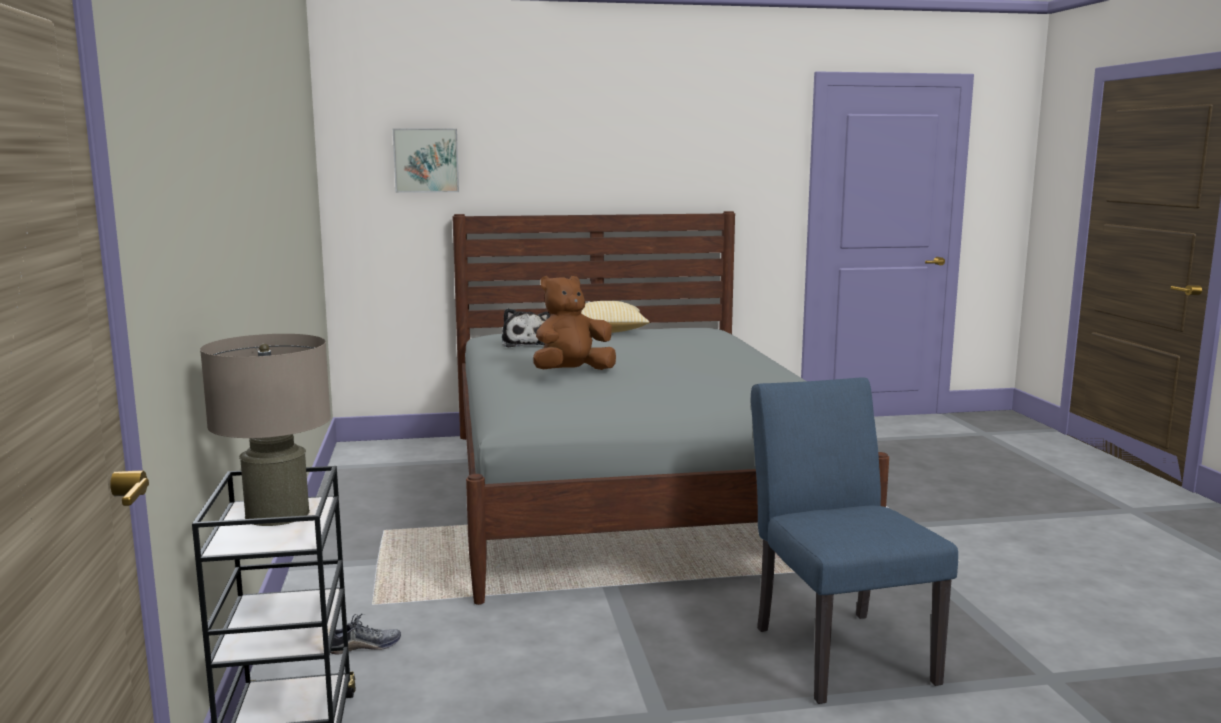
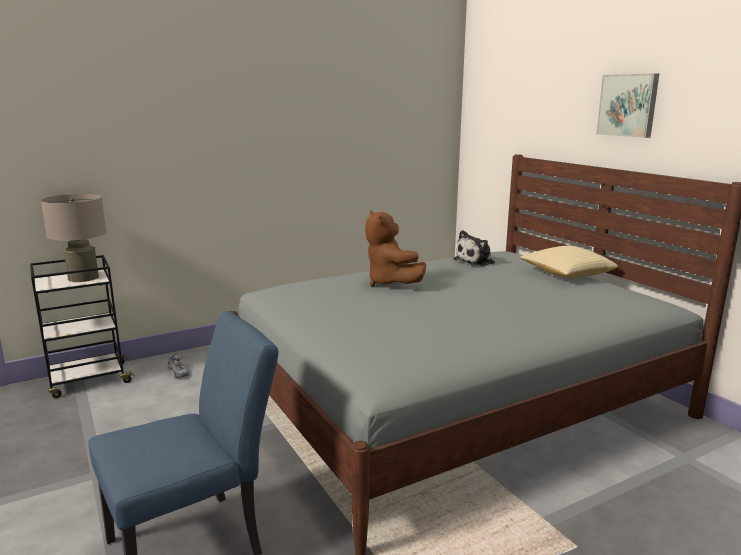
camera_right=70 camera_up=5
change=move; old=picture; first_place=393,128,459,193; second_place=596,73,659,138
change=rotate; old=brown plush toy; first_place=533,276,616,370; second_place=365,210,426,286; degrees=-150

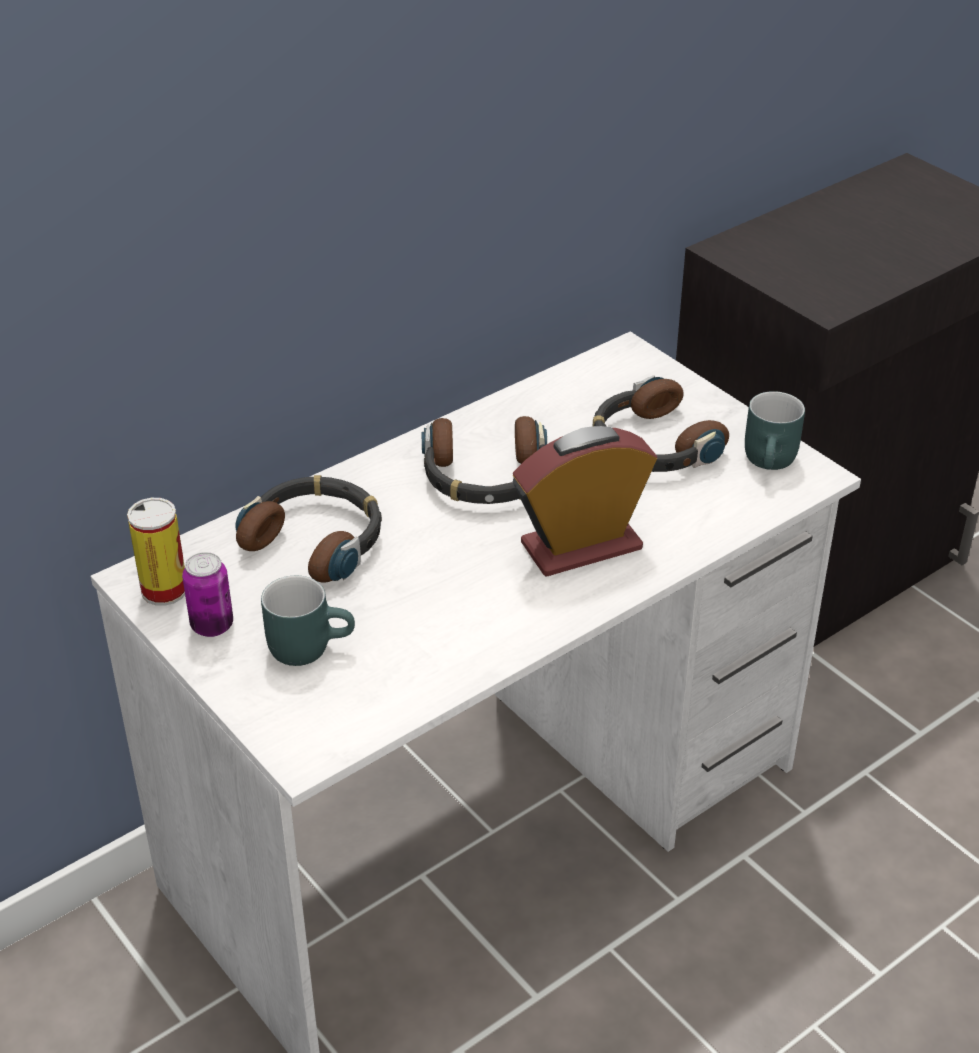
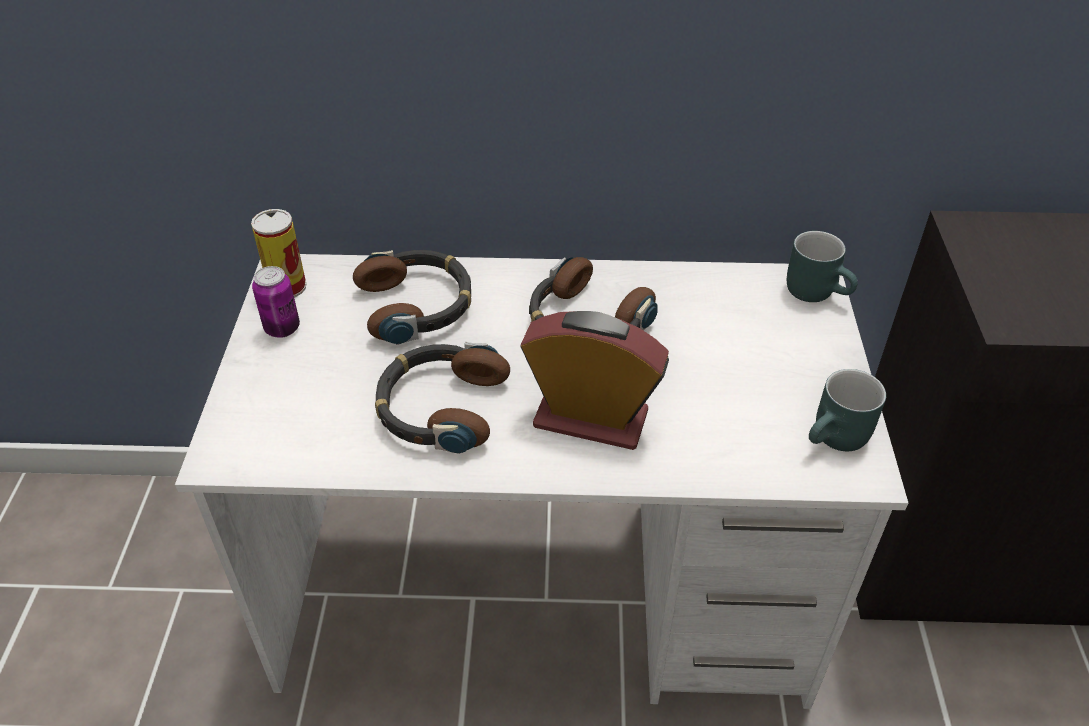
camera_right=40 camera_up=5
change=move; old=turquoise mug; first_place=261,575,355,666; second_place=787,231,858,302
change=move; old=headphones; first_place=593,375,729,472; second_place=375,342,510,454

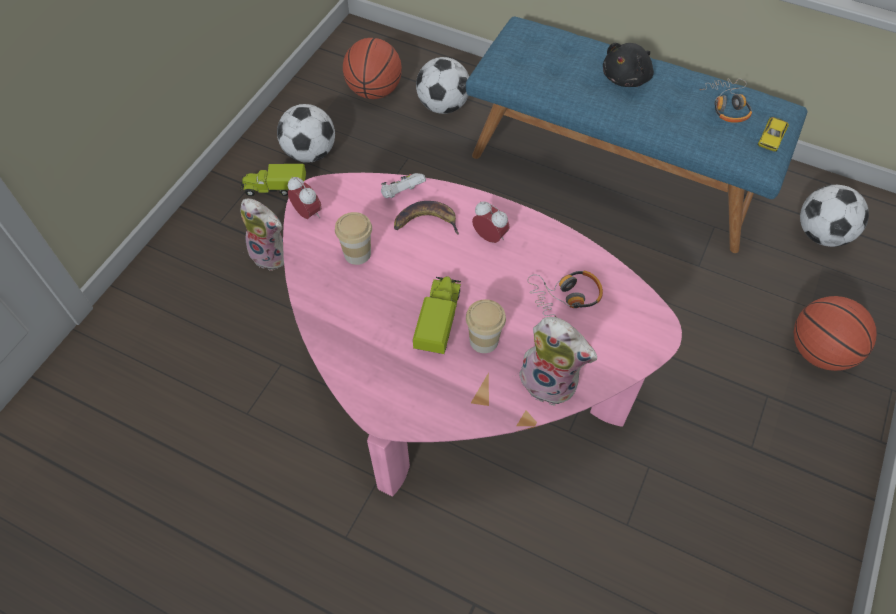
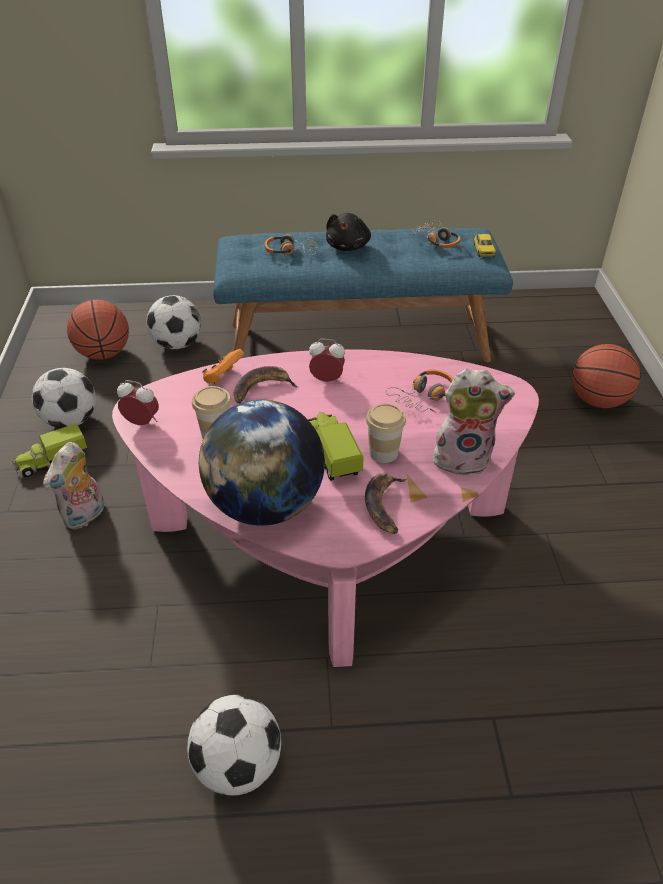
camera_right=-30 camera_up=-15
change=rotate; old=plush toy; first_place=241,198,284,271; second_place=43,442,105,530; degrees=120
change=recolor; old=white game controller; new=orange game controller; first_place=381,173,426,198; second_place=202,349,244,384
change=move; old=football; first_place=800,185,869,247; second_place=187,695,281,796
change=insert; new=globe; second_place=199,400,325,526
change=insert; new=headphones; second_place=265,234,317,255
change=insert; new=banana; second_place=365,473,406,534

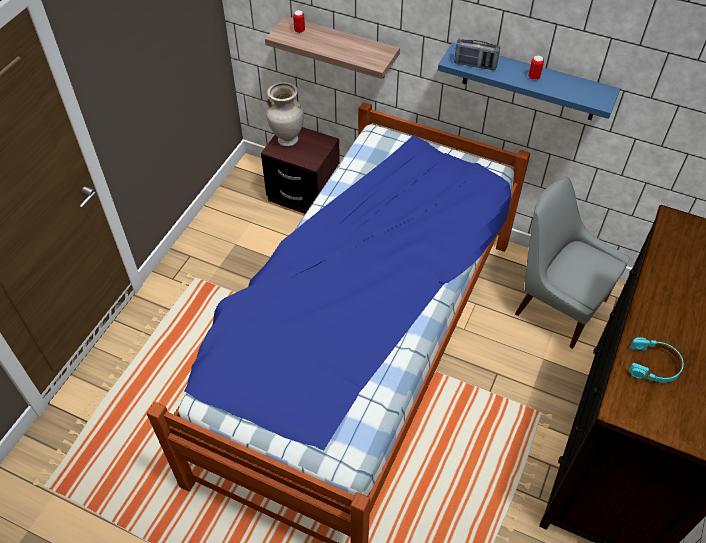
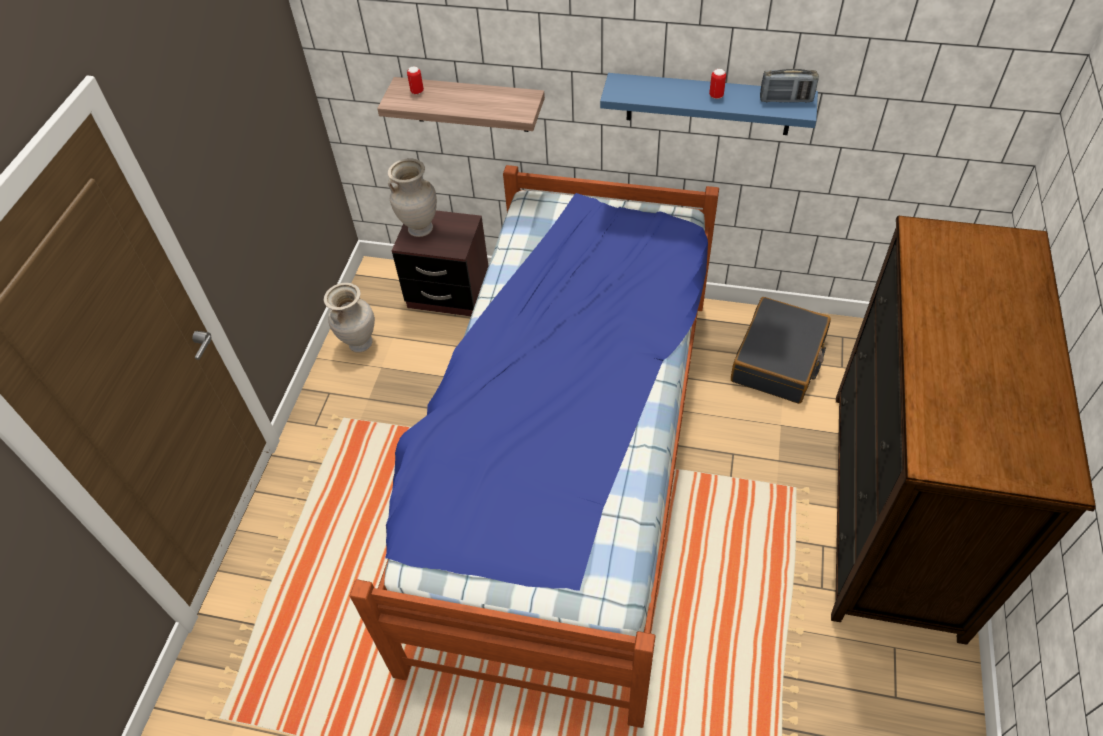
camera_right=-10 camera_up=0
change=move; old=radio; first_place=454,39,500,70; second_place=760,69,819,103
change=replace; old=grey chair; new=black suitcase; first_place=515,176,630,349; second_place=731,297,831,404
change=delete; old=turquoise headphones; first_place=629,337,684,383
change=insert; new=beige vase; second_place=324,283,375,353

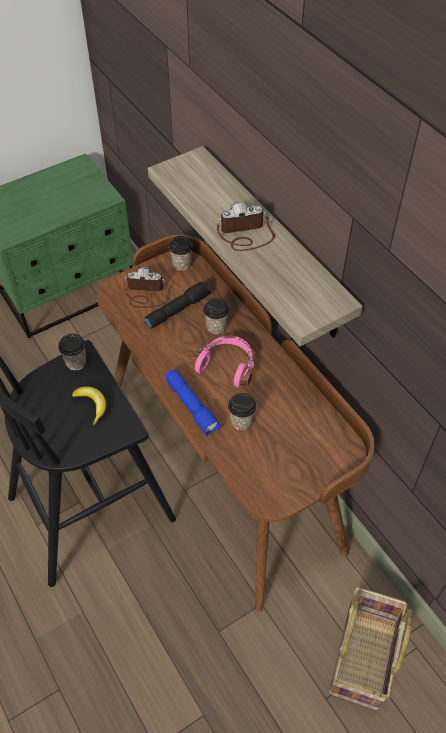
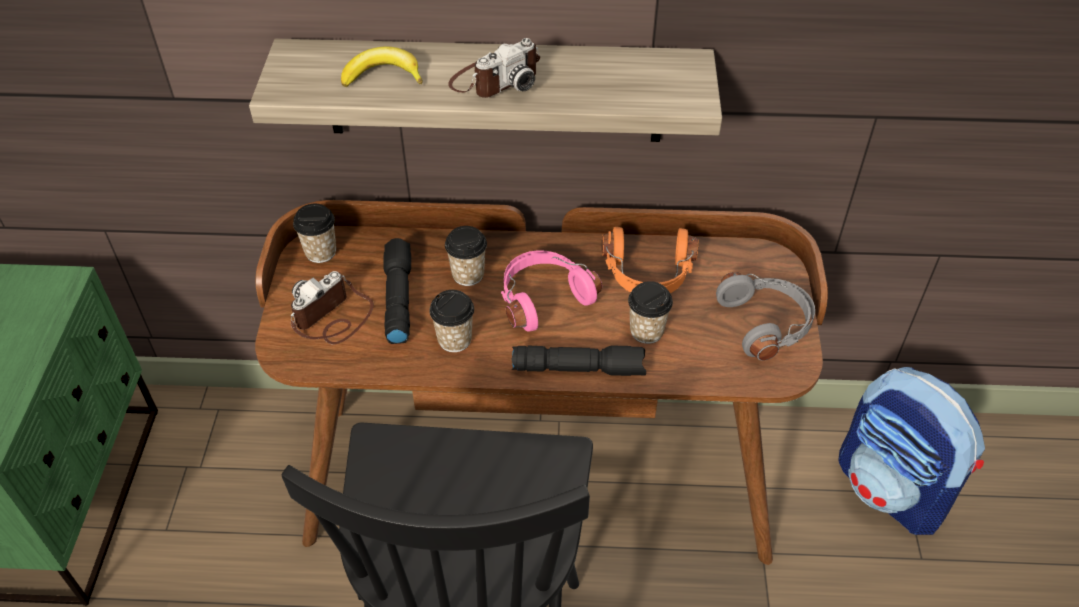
camera_right=-55 camera_up=-5
change=move; old=cup; first_place=58,333,86,370; second_place=429,290,474,352
change=move; old=banana; first_place=72,386,107,425; second_place=341,46,423,87
change=recolor; old=blue flashlight; new=black flashlight; first_place=166,369,221,436; second_place=512,345,646,376
change=rotate; old=photo camera; first_place=217,202,275,251; second_place=448,38,540,98; degrees=-150
change=replace; old=basket; new=backpack; first_place=329,587,413,711; second_place=838,367,985,535
change=insert; new=orange headphones; second_place=602,227,698,293
change=insert; new=grey headphones; second_place=716,272,815,361

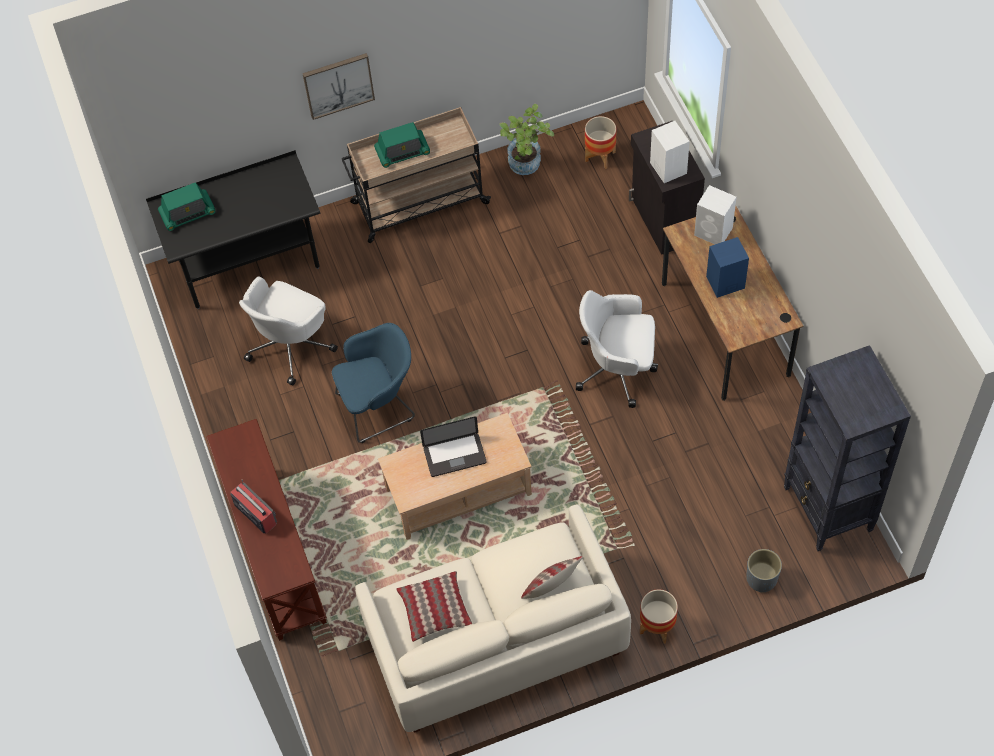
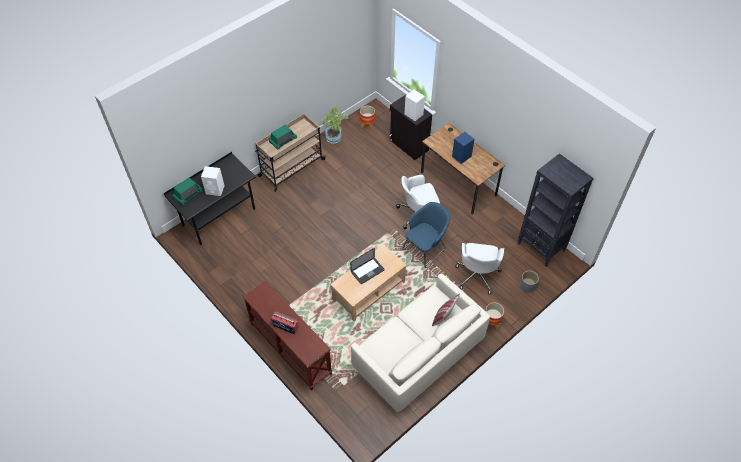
camera_right=-25 camera_up=-5
change=move; old=white office chair; first_place=239,277,338,386; second_place=455,243,504,295
change=delete; old=picture; first_place=302,53,375,120
change=move; old=blue armchair; first_place=332,323,415,443; second_place=402,202,450,268
change=delete; old=pillow; first_place=396,571,472,642
change=move; old=white speaker; first_place=694,185,736,244; second_place=201,166,225,196

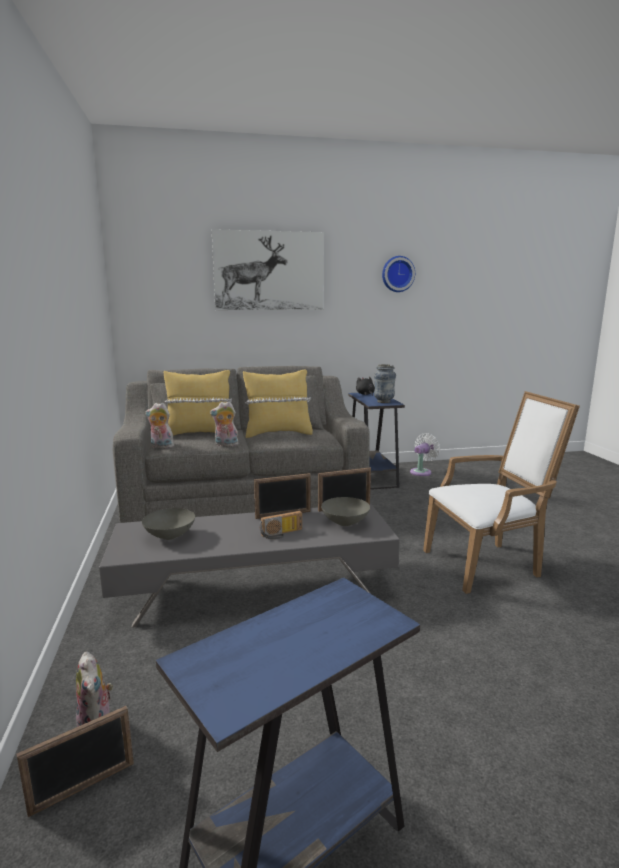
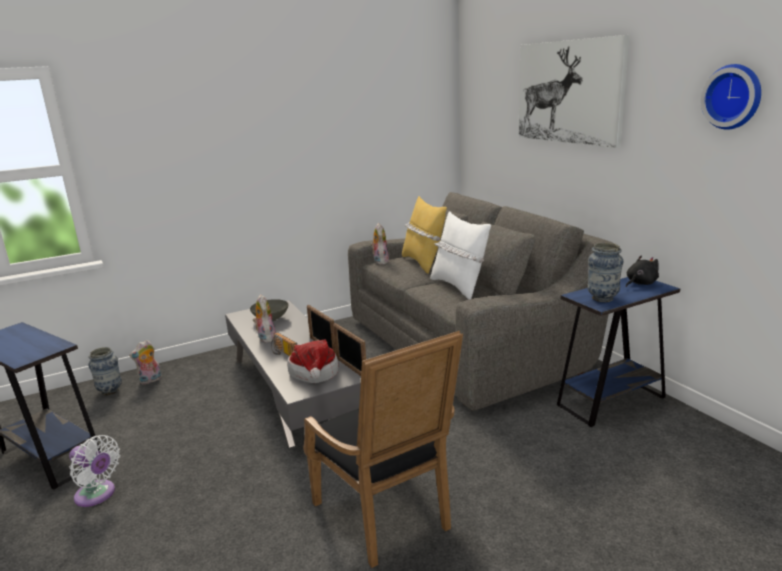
camera_right=75 camera_up=5
change=replace; old=picture frame; new=vase; first_place=16,706,134,817; second_place=88,347,122,395
change=move; old=plush toy; first_place=210,401,238,446; second_place=252,294,276,343
change=recolor; old=yellow pillow; new=white pillow; first_place=243,370,313,438; second_place=430,211,491,300
change=replace; old=grey bowl; new=hat; first_place=321,497,370,526; second_place=287,340,338,383
change=move; old=white fan; first_place=410,433,440,476; second_place=69,435,120,507
change=recolor; old=white armchair; new=black armchair; first_place=423,391,580,594; second_place=303,331,463,568

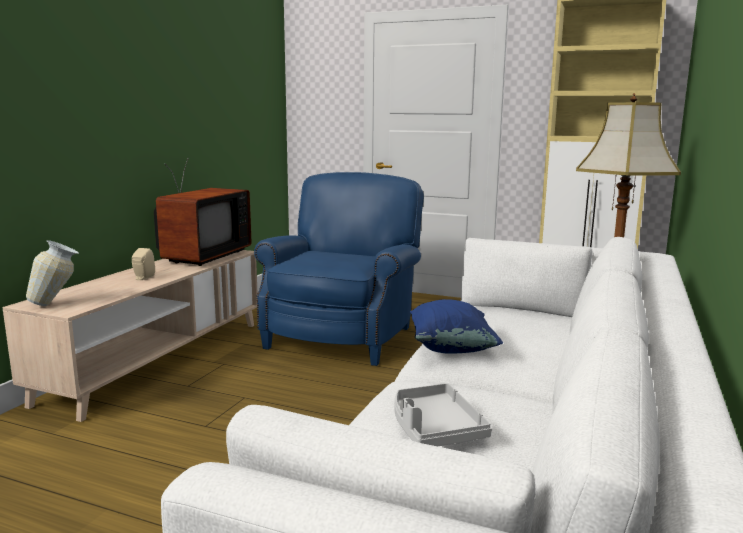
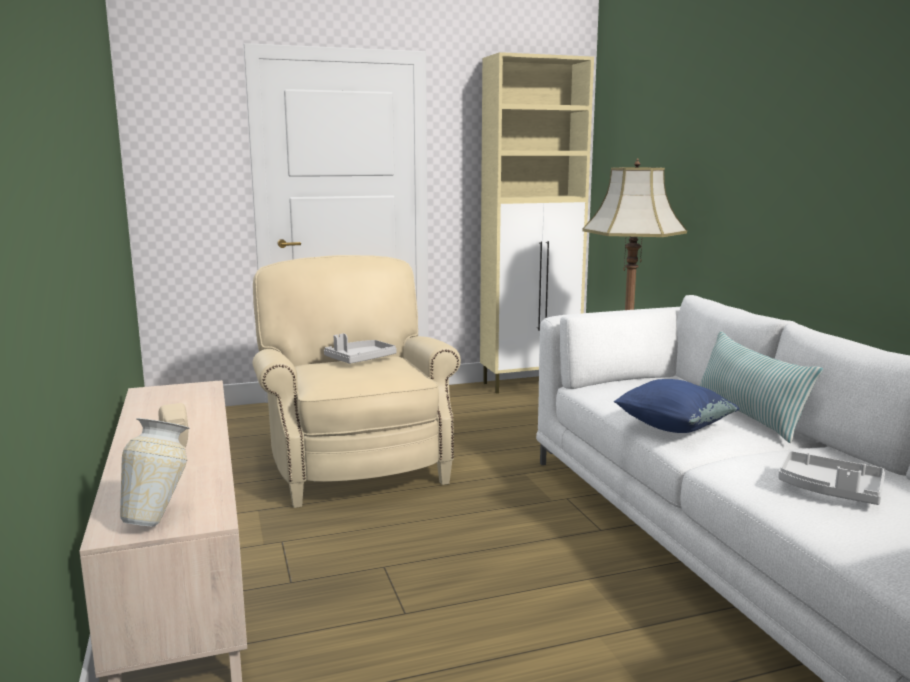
camera_right=-40 camera_up=0
change=delete; old=television; first_place=154,157,251,266
change=recolor; old=blue armchair; new=beige armchair; first_place=254,172,424,366; second_place=252,255,461,508
change=insert; new=grey tray; second_place=324,333,397,364
change=insert; new=pillow; second_place=700,331,823,443

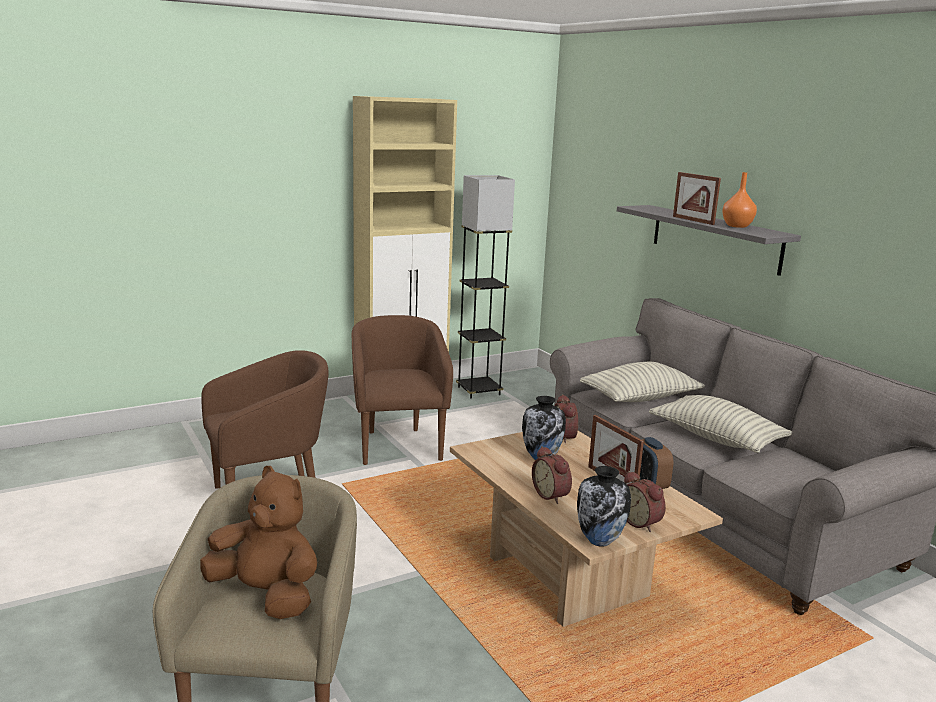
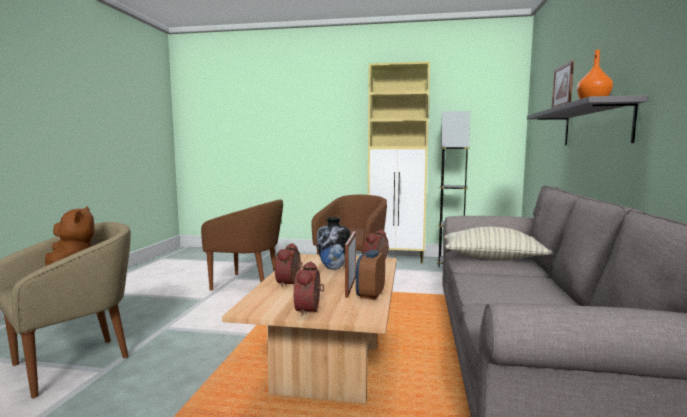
camera_right=40 camera_up=-10
change=delete; old=vase; first_place=577,466,631,546
change=delete; old=pillow; first_place=649,395,793,453

